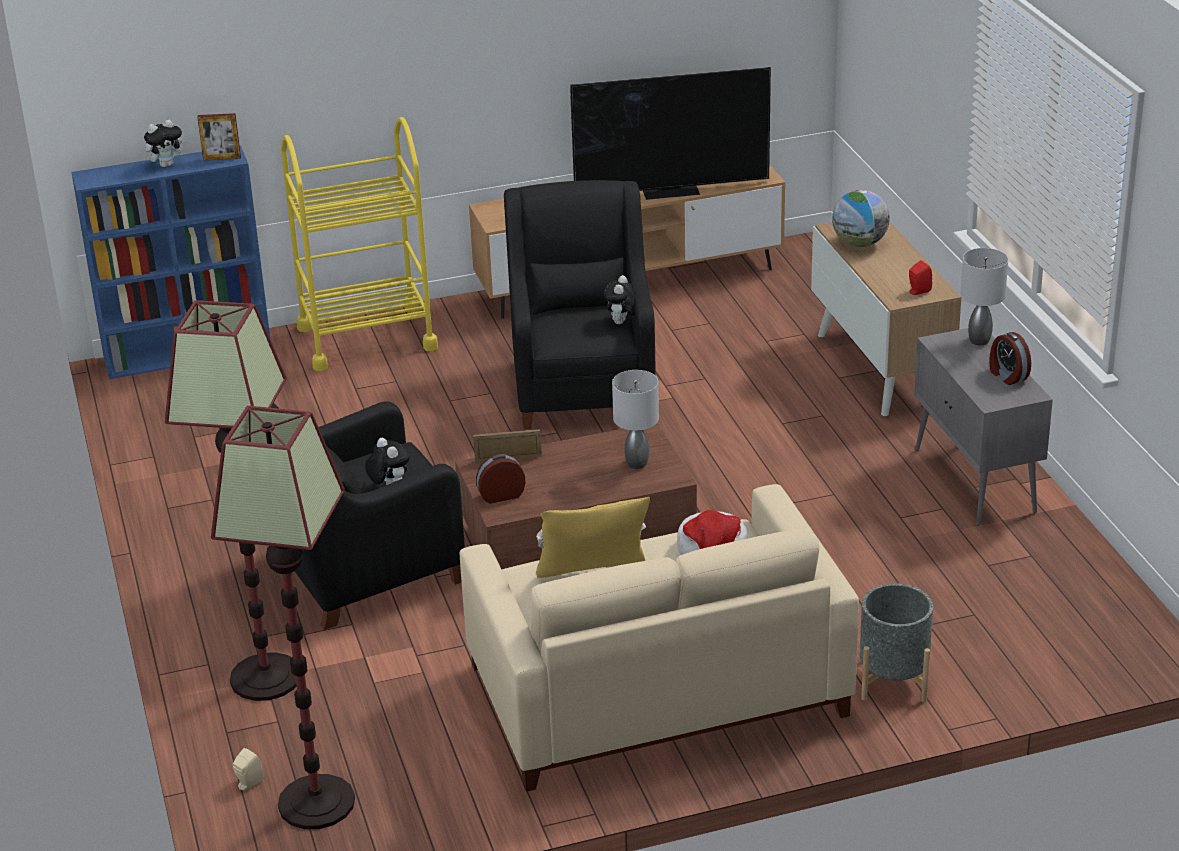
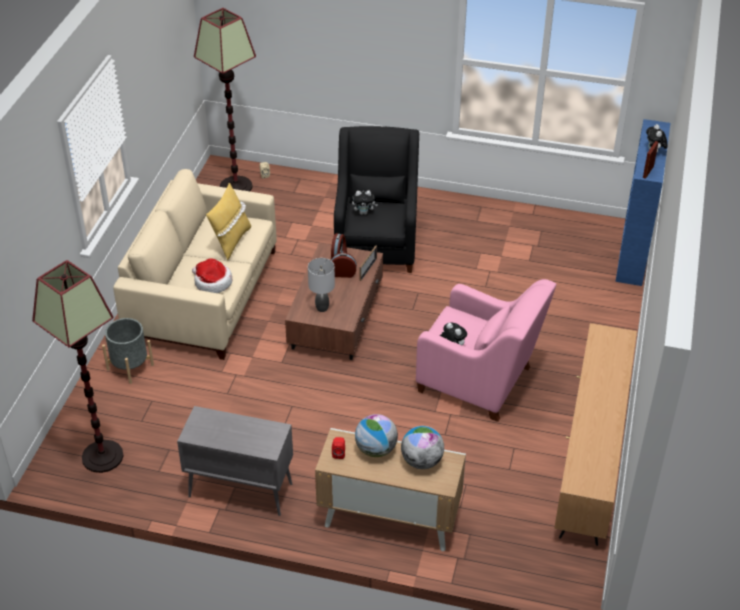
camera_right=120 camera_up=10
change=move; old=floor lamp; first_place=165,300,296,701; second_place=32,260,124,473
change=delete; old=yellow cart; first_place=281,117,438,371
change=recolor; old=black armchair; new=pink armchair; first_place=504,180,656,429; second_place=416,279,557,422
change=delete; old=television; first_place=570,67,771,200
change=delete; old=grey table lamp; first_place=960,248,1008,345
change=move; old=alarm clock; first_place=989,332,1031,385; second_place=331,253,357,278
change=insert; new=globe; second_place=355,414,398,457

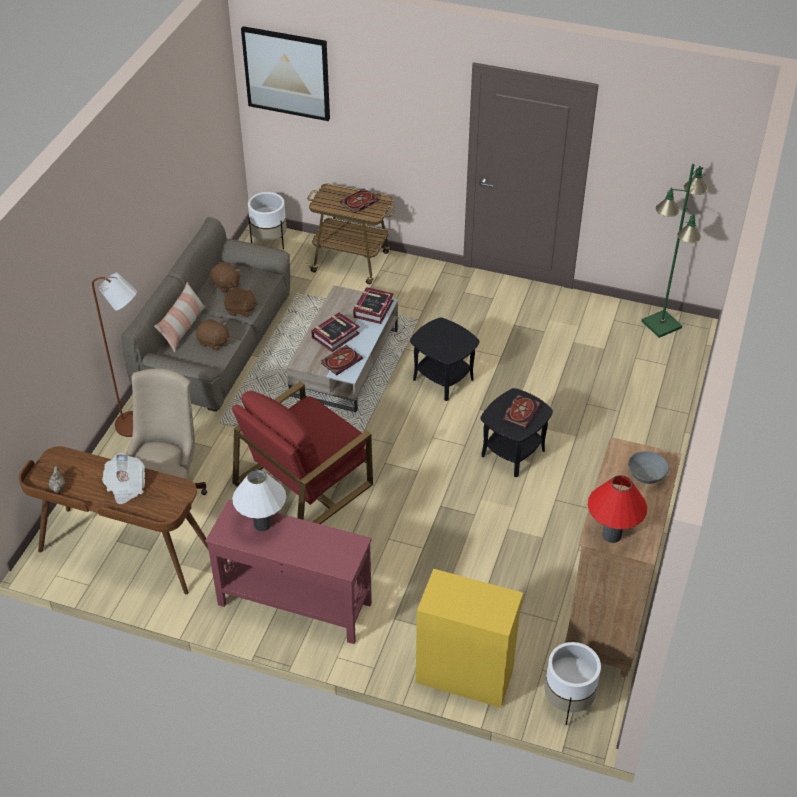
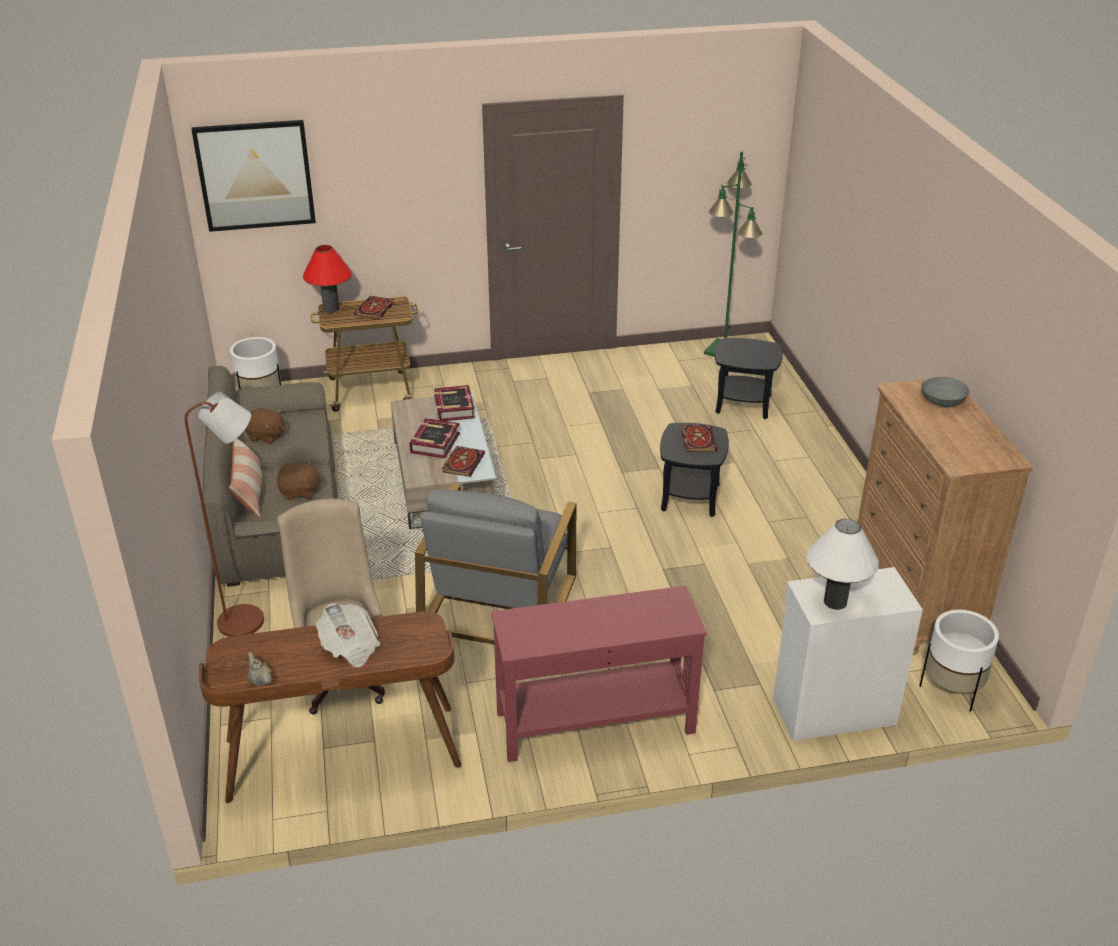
camera_right=-30 camera_up=-10
change=delete; old=brown plush toy; first_place=224,288,258,317
change=recolor; old=red armchair; new=grey armchair; first_place=232,381,373,524; second_place=415,483,576,645
change=move; old=white table lamp; first_place=232,470,286,531; second_place=806,519,879,610
change=move; old=black side table; first_place=410,317,479,401; second_place=715,338,783,419
change=recolor; old=yellow cabinet; new=white cabinet; first_place=416,569,523,708; second_place=773,567,923,741
change=move; old=red table lamp; first_place=588,475,647,543; second_place=303,245,352,313

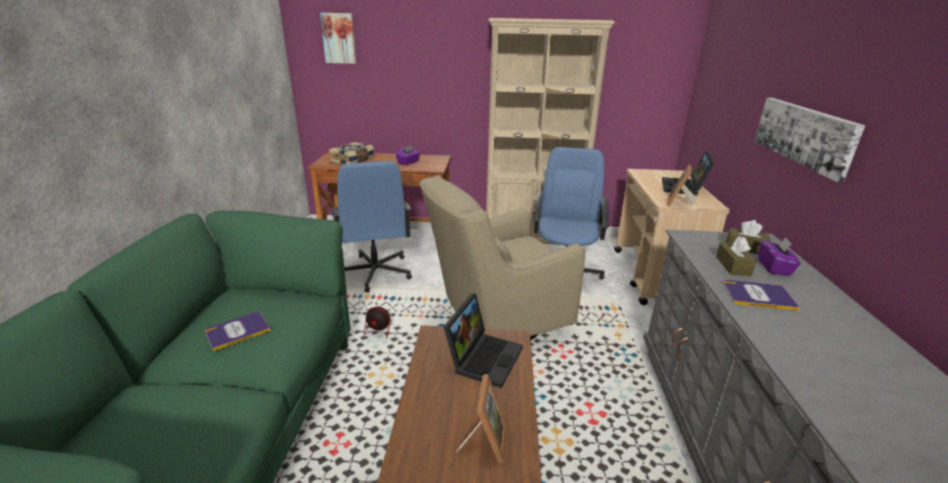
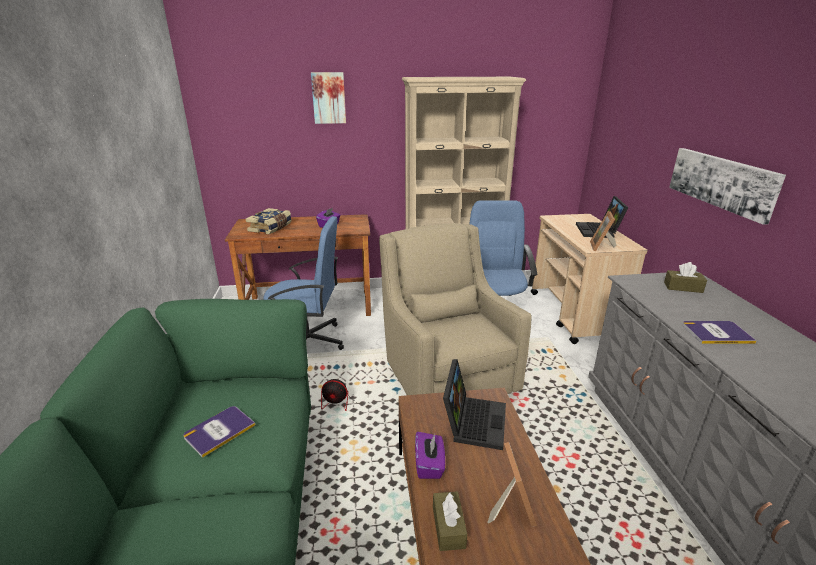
camera_right=-10 camera_up=0
change=move; old=picture; first_place=320,13,356,64; second_place=311,72,346,124
change=rotate; old=blue office chair; first_place=332,161,412,292; second_place=263,216,344,350; degrees=-60
change=rotate; old=beige armchair; first_place=420,176,586,340; second_place=379,223,532,395; degrees=105
change=move; old=brown tissue box; first_place=716,236,756,276; second_place=433,491,467,551
change=move; old=purple tissue box; first_place=758,237,801,276; second_place=415,432,445,479

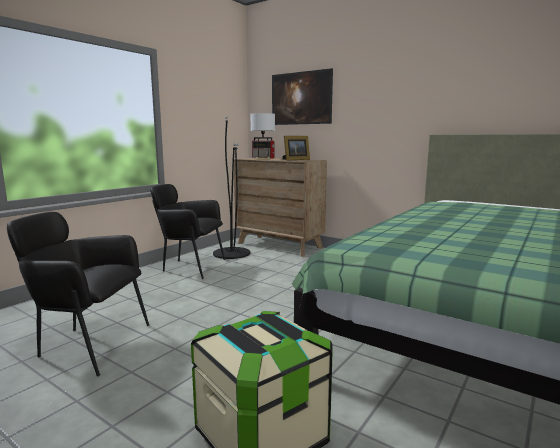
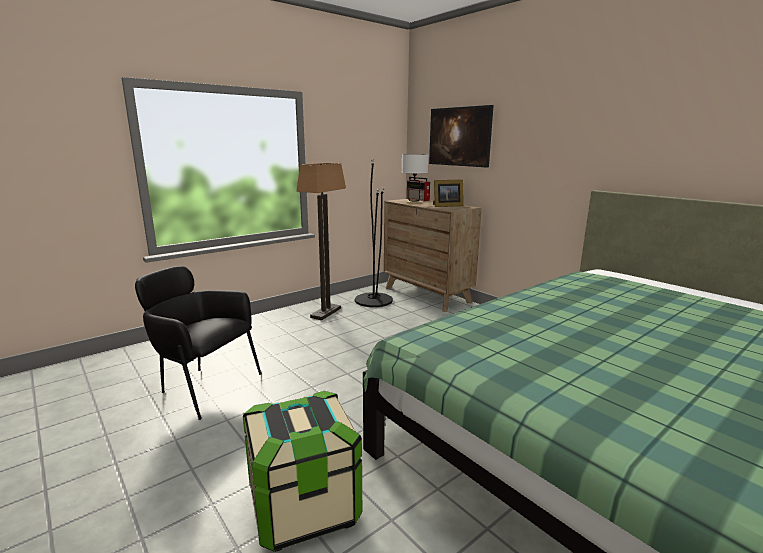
camera_right=15 camera_up=5
change=replace; old=black armchair; new=floor lamp; first_place=150,184,225,279; second_place=296,163,346,320

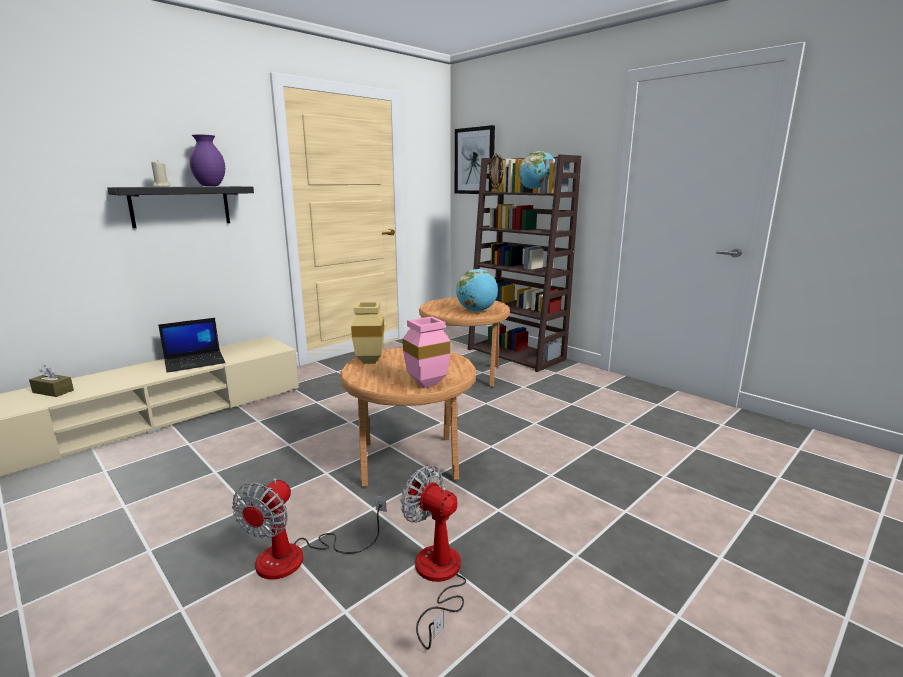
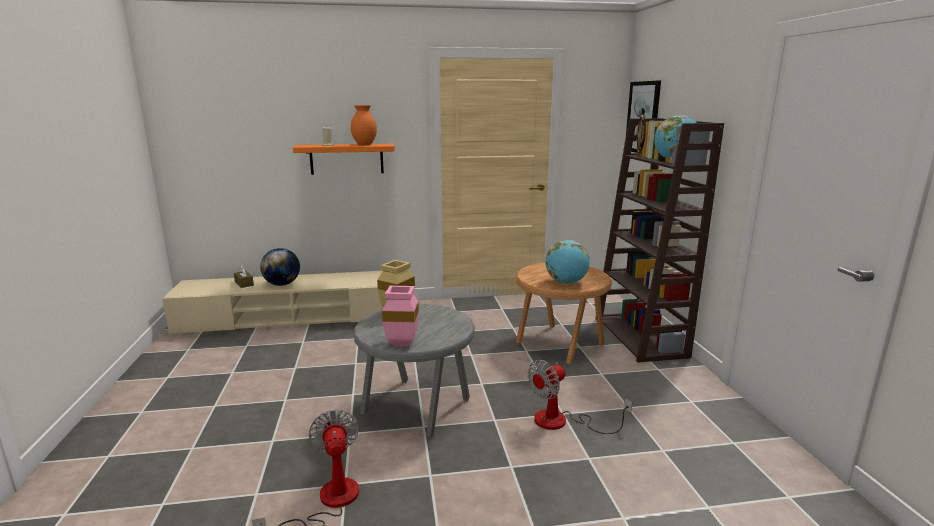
camera_right=35 camera_up=0
change=recolor; old=black shelf; new=orange shelf; first_place=107,186,254,228; second_place=293,144,394,175
change=delete; old=laptop; first_place=158,318,225,372
change=recolor; old=purple vase; new=orange vase; first_place=189,135,225,186; second_place=351,105,377,145
change=move; old=fan; first_place=232,478,387,580; second_place=528,360,632,434
change=recolor; old=brown side table; new=grey side table; first_place=340,348,476,486; second_place=354,304,475,437
change=insert; new=globe; second_place=260,248,300,286

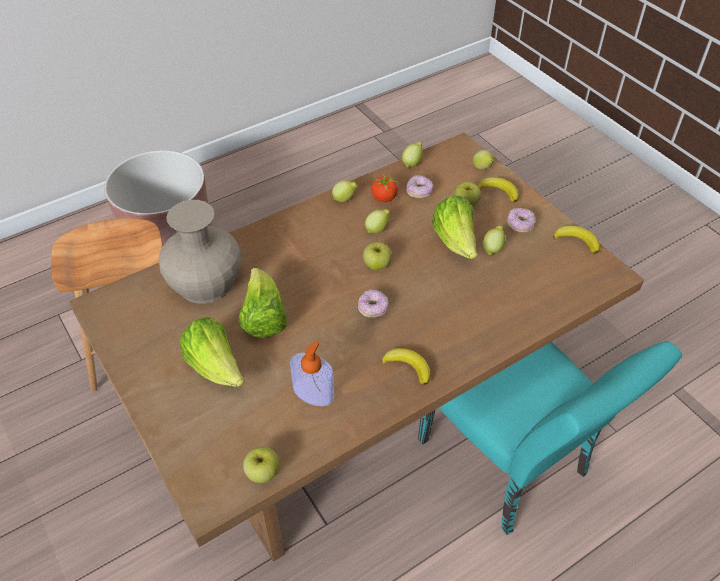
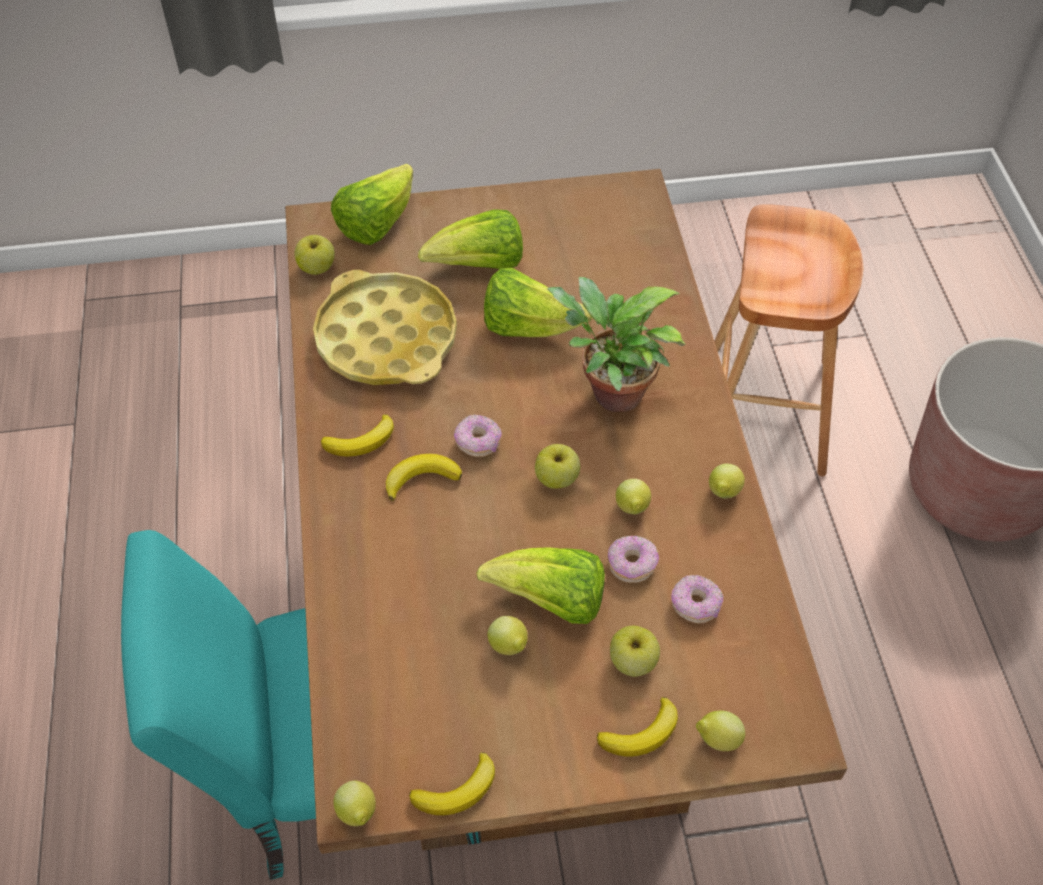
camera_right=115 camera_up=5
change=delete; old=beige vase; first_place=159,200,242,304
change=replace; old=soap dispenser; new=yellow tray; first_place=290,341,334,406; second_place=313,270,457,385
change=delete; old=tomato; first_place=370,173,398,202
change=move; old=lemon; first_place=402,142,423,168; second_place=333,781,376,826
change=move; old=donut; first_place=507,208,536,232; second_place=608,535,659,583
change=insert; new=lettuce; second_place=331,164,413,245
change=insert; new=banana; second_place=386,454,462,501
change=insert; new=potted plant; second_place=547,277,686,412

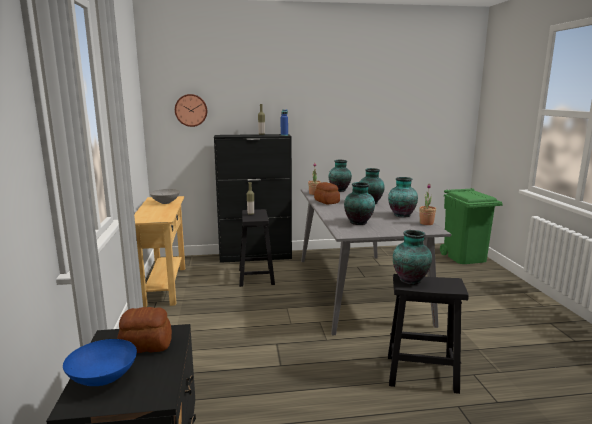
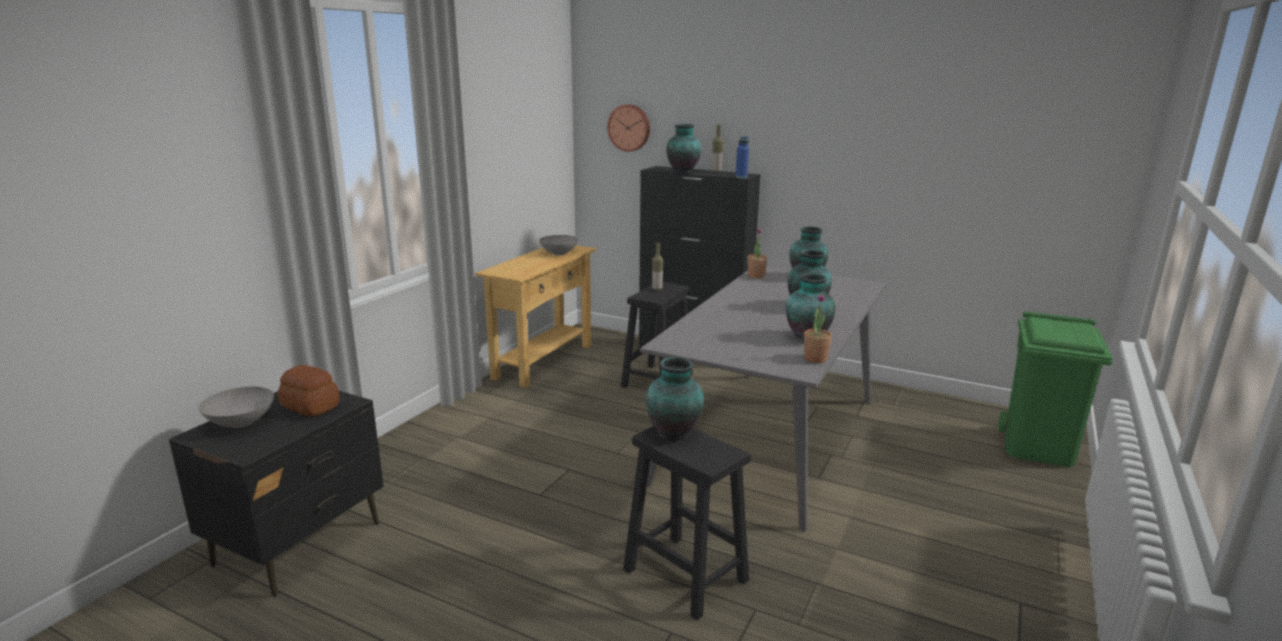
camera_right=35 camera_up=5
change=recolor; old=blue bowl; new=grey bowl; first_place=63,339,137,386; second_place=199,387,274,428
change=delete; old=bread; first_place=314,182,340,204
change=move; old=vase; first_place=344,182,375,225; second_place=667,124,701,173

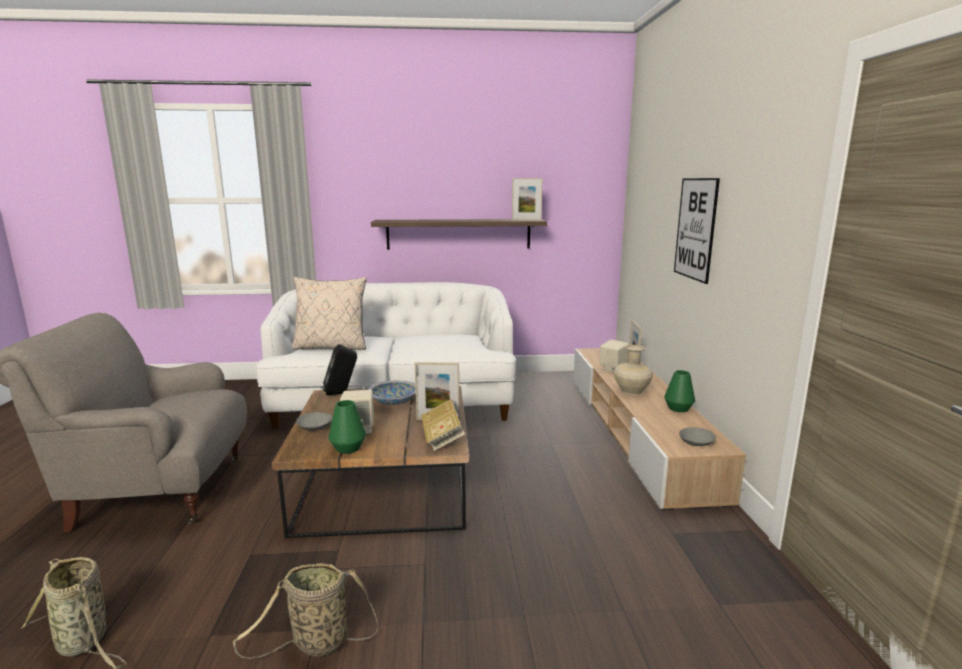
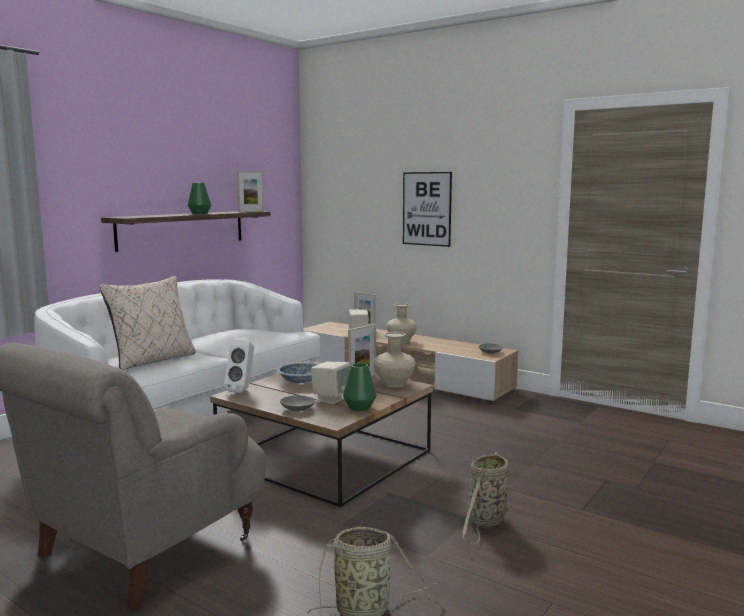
camera_right=-50 camera_up=-5
change=recolor; old=black speaker; new=white speaker; first_place=323,344,357,395; second_place=224,338,254,393
change=replace; old=book; new=beige vase; first_place=421,399,465,451; second_place=373,332,416,387
change=move; old=green vase; first_place=664,370,695,412; second_place=188,183,211,214

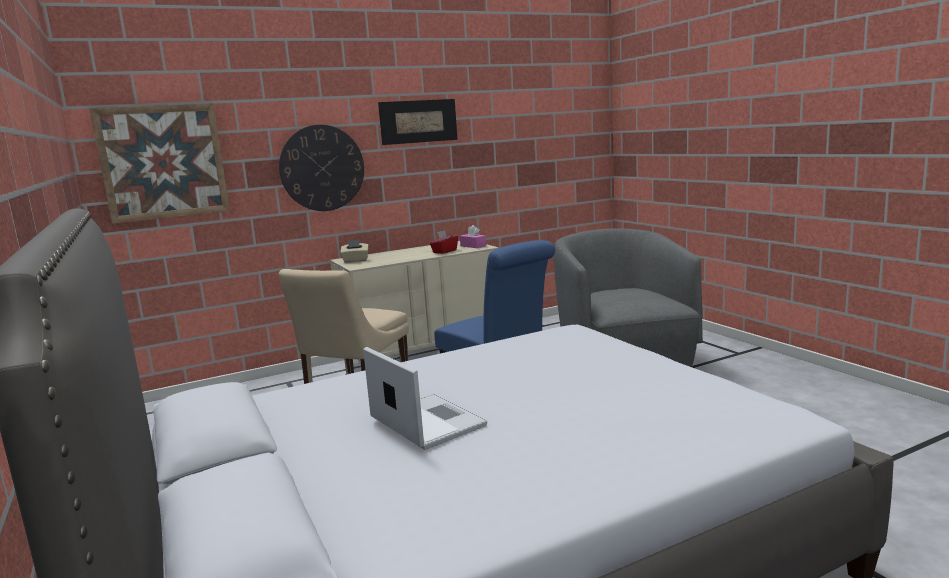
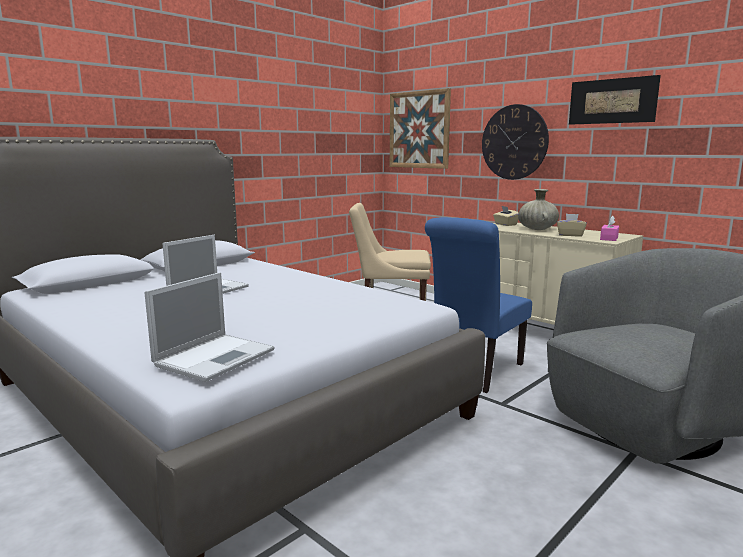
camera_right=70 camera_up=0
change=recolor; old=red tissue box; new=beige tissue box; first_place=430,230,458,254; second_place=557,214,587,237
change=insert; new=laptop; second_place=144,272,274,382
change=insert; new=beige vase; second_place=518,189,559,230

